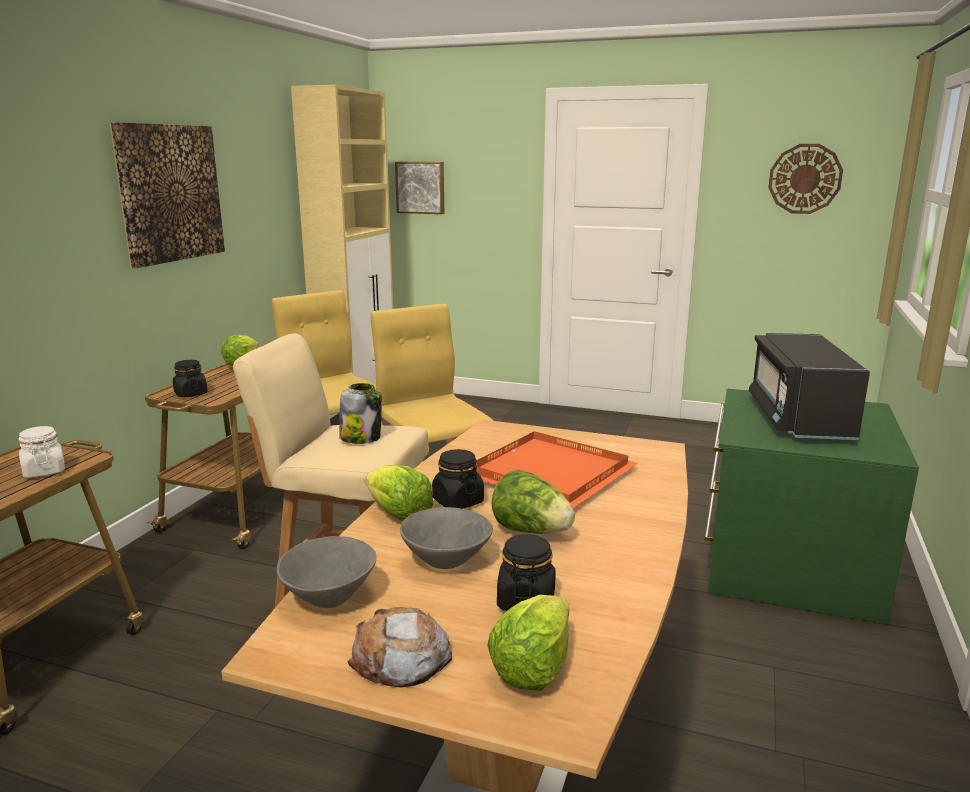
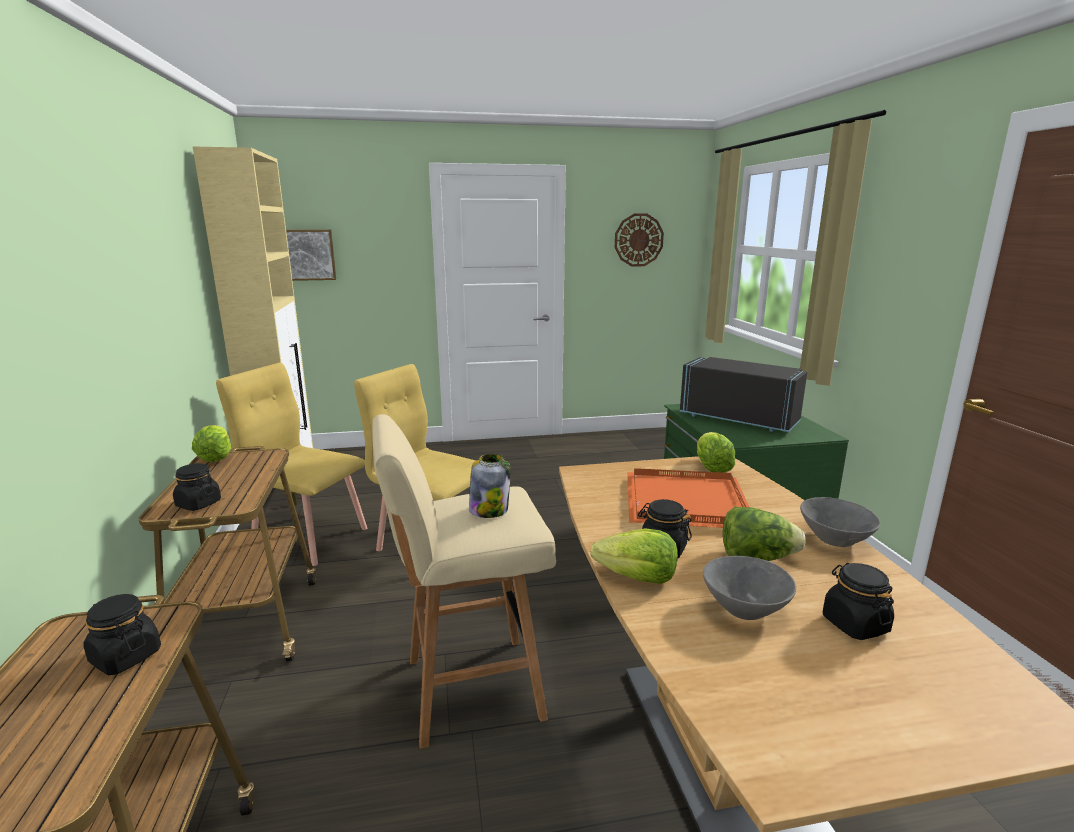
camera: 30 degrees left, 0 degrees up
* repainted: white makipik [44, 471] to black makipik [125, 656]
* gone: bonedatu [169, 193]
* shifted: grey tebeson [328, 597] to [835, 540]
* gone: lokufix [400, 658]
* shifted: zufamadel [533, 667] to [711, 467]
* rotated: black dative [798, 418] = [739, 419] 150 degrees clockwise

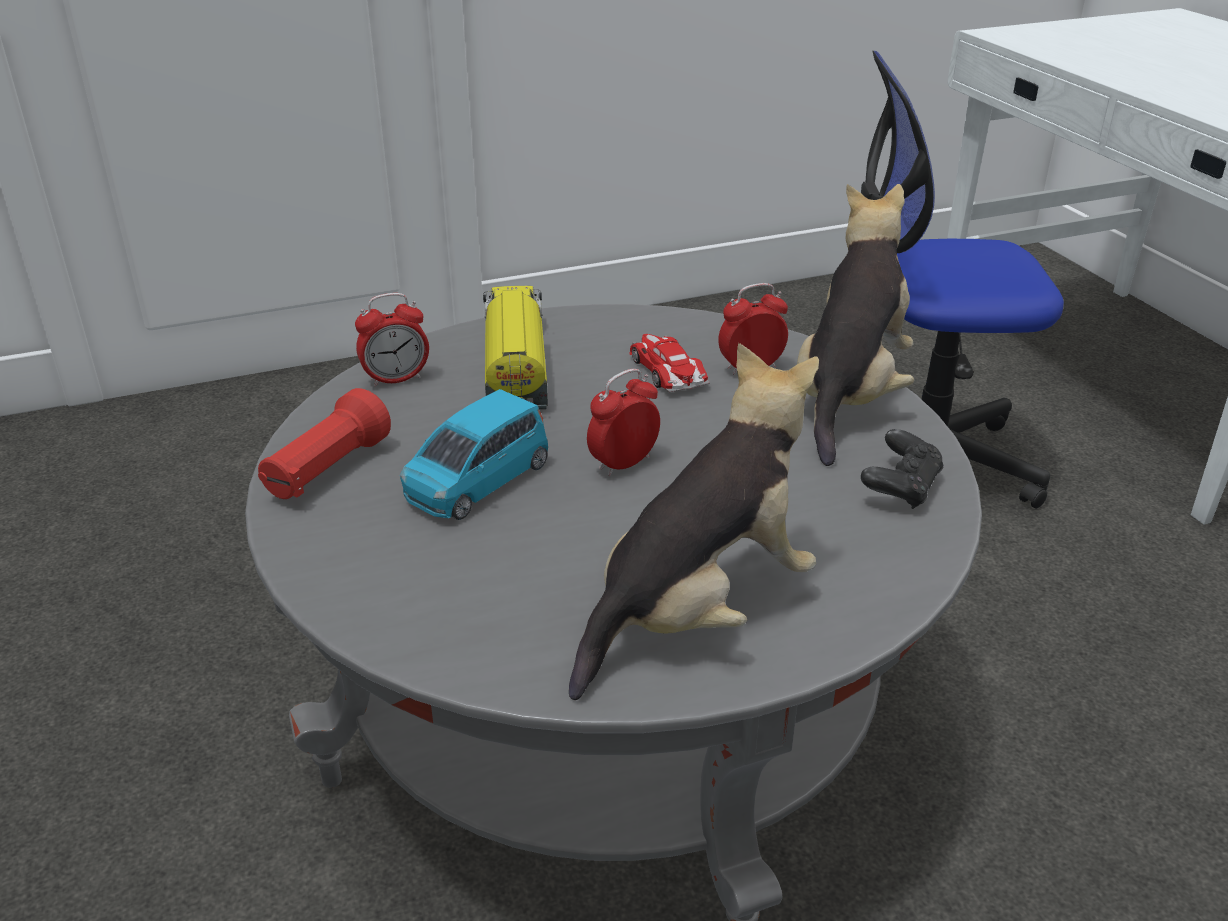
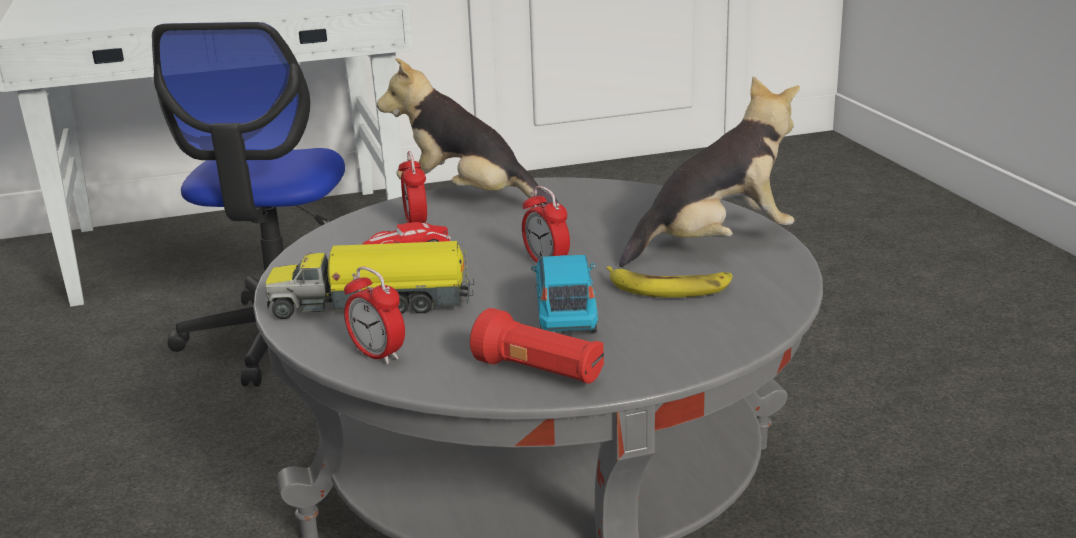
camera: 85 degrees left, 10 degrees down
* rotated: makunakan [396, 379] = [377, 355] 150 degrees clockwise
* rotated: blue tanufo [477, 482] = [565, 311] 135 degrees counterclockwise
* rotated: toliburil [699, 610] = [715, 245] 105 degrees clockwise
* gone: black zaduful [900, 487]
* new: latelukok [669, 288]

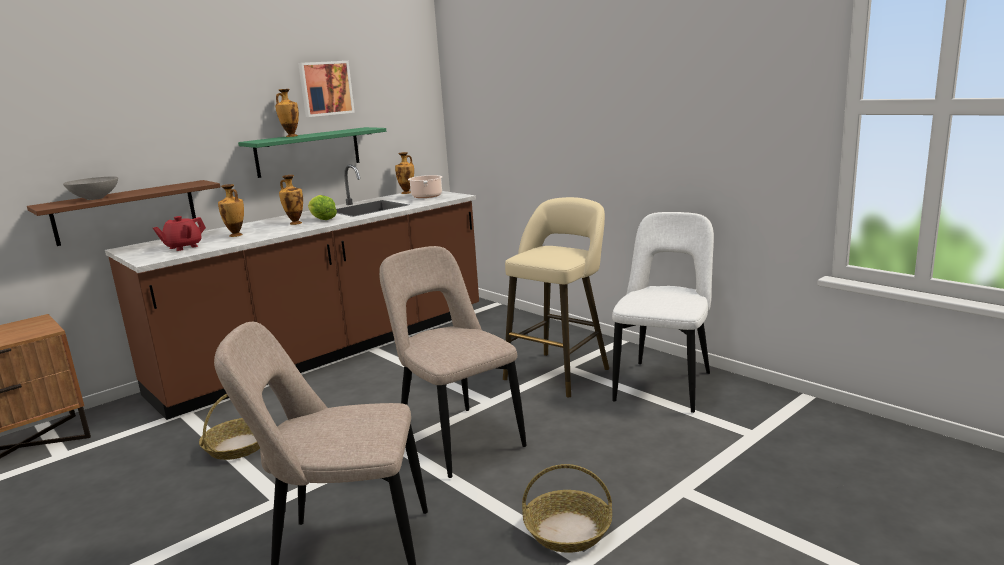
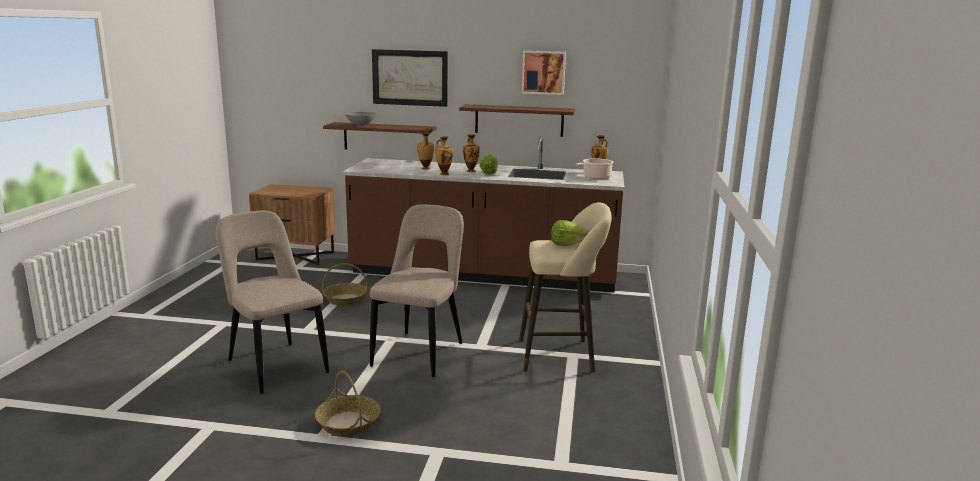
camera: 50 degrees right, 0 degrees up
* gone: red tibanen [183, 247]
* repainted: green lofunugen [308, 152] to brown lofunugen [519, 120]
* shifted: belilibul [291, 136] to [444, 174]
* gone: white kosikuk [665, 384]
* new: bonedatu [410, 77]
* new: zufamadel [567, 244]

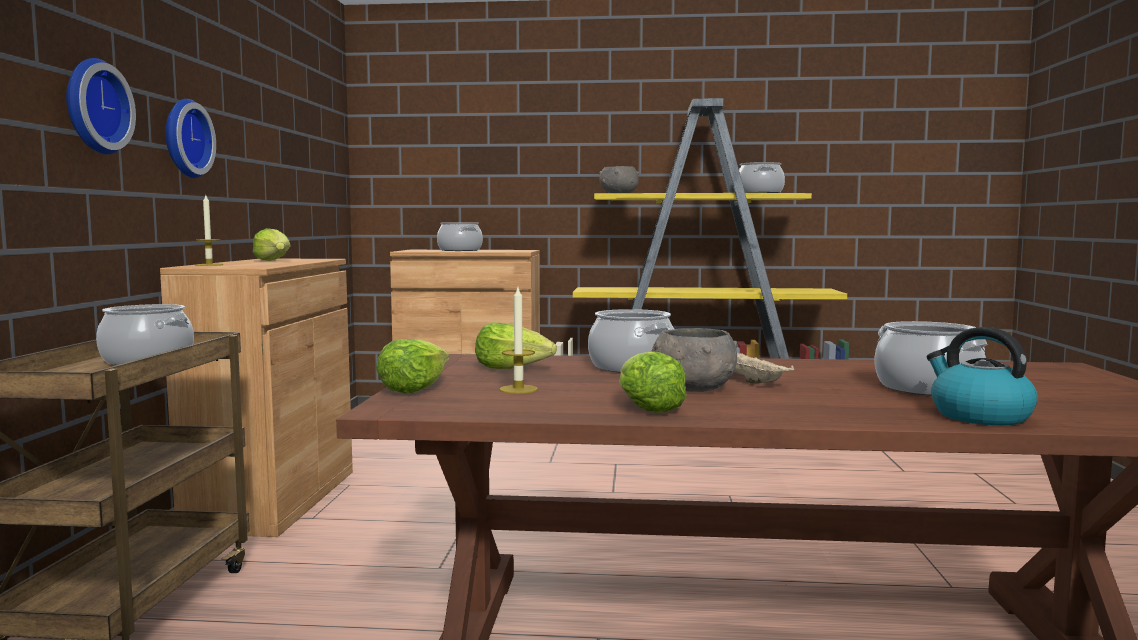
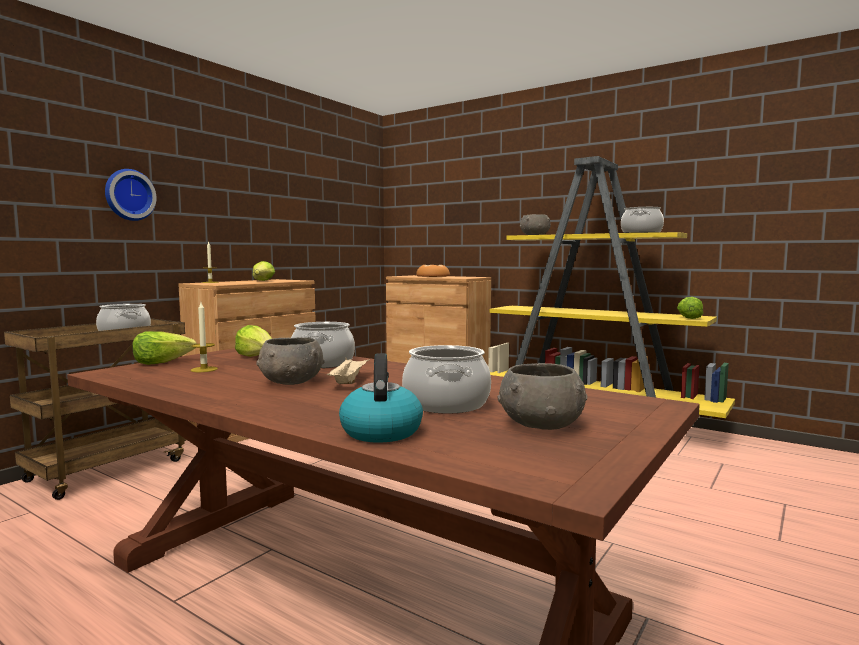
camera: 30 degrees right, 0 degrees up
* gone: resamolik [184, 138]
* swapped: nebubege [460, 250] to lokufix [433, 276]
* shifted: zufamadel [647, 407] to [688, 318]
* new: grey tebeson [541, 424]

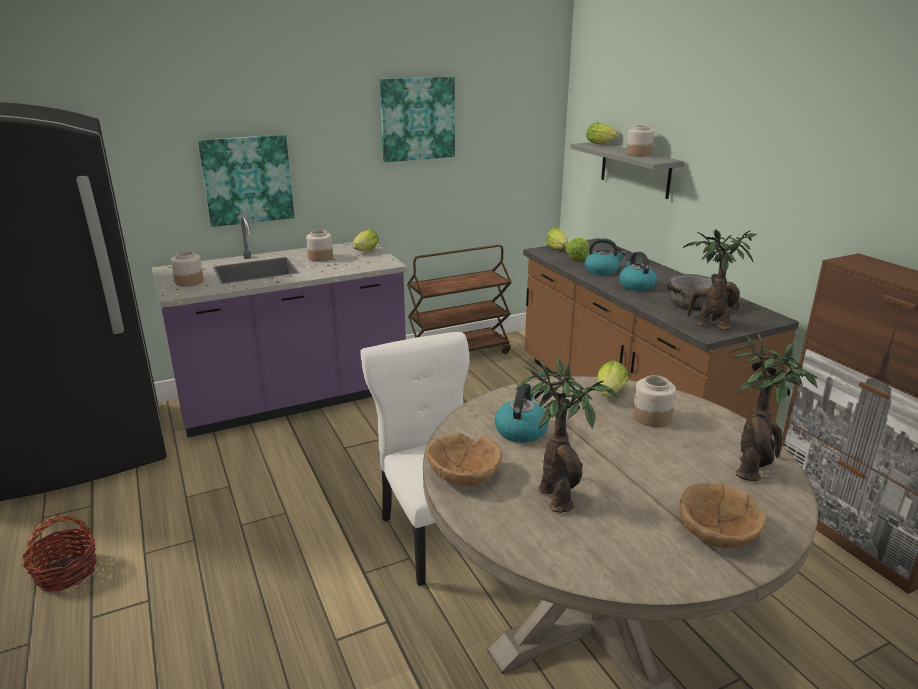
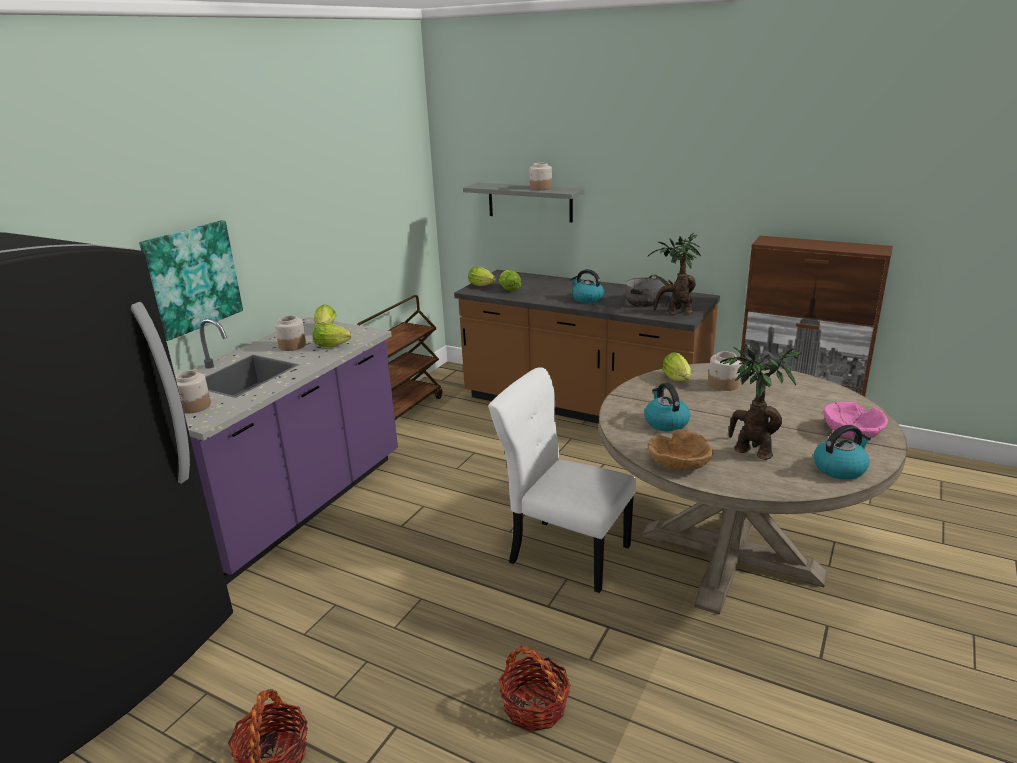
camera: 35 degrees left, 0 degrees up
* gone: bonedatu [417, 119]
* shifted: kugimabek [602, 270] to [840, 468]
* shifted: zufamadel [602, 144] to [334, 346]
* repainted: brown tebeson [717, 531] to pink tebeson [851, 432]
* gone: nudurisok [754, 468]
* new: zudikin [534, 706]

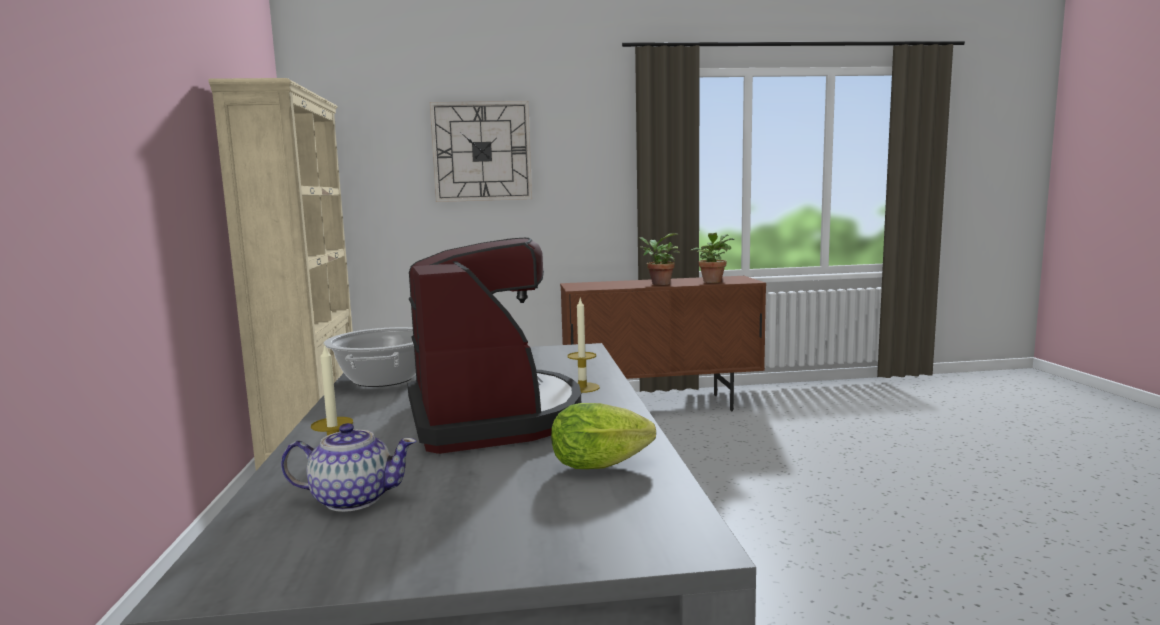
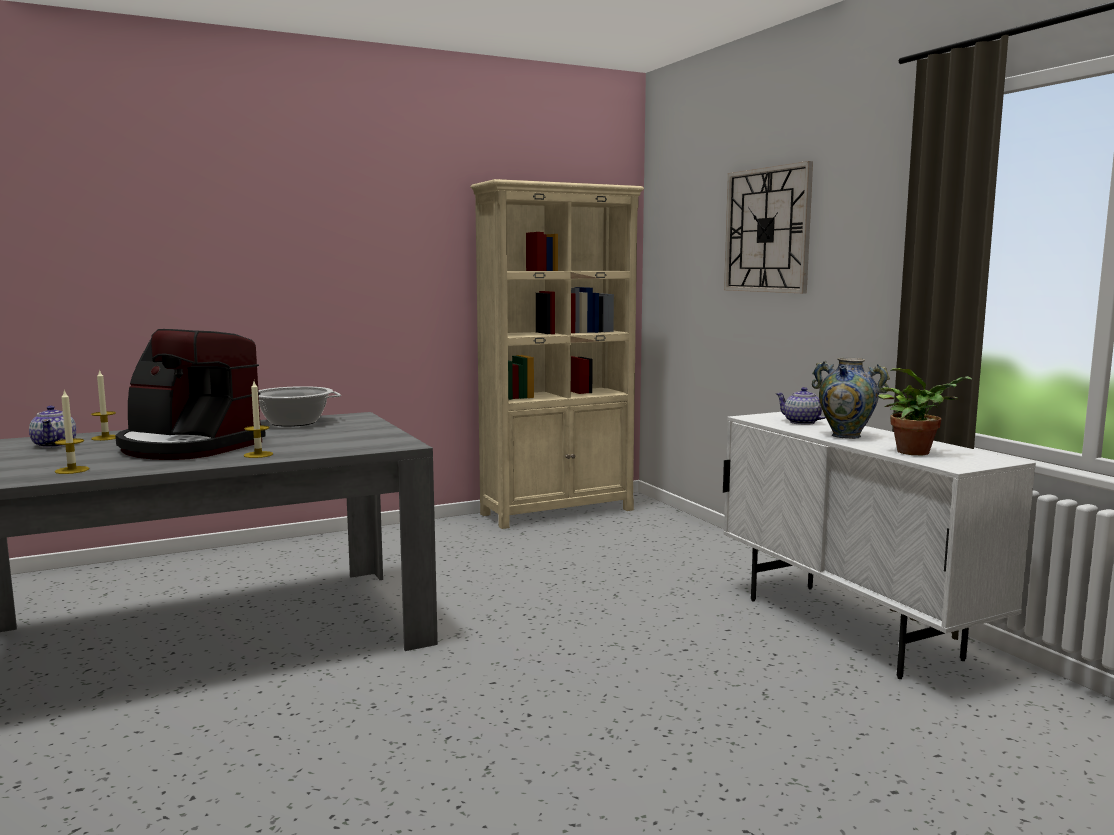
camera: 70 degrees right, 0 degrees up
* rotated: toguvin [492, 416] = [188, 447] 60 degrees clockwise
* swapped: zufamadel [605, 465] to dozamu [72, 470]
* repainted: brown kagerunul [661, 407] to white kagerunul [850, 628]
* swapped: nudurisok [658, 283] to belilibul [846, 436]
* new: tibanen [802, 422]

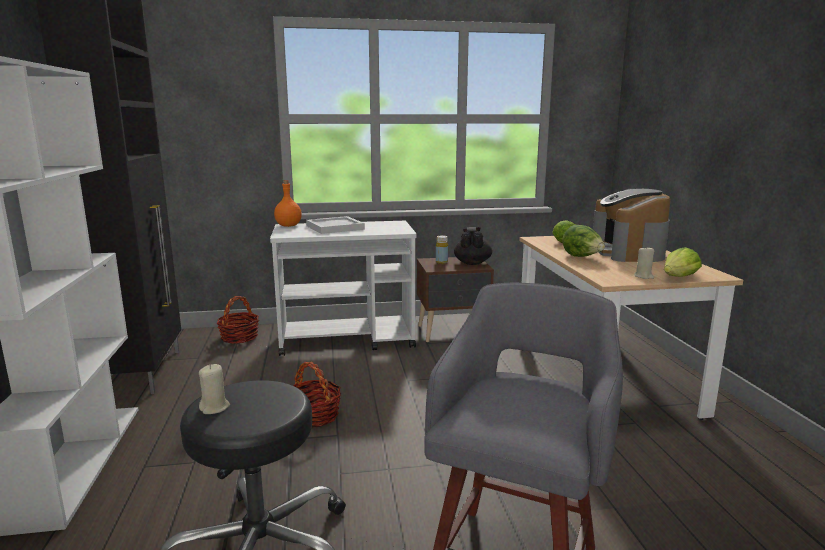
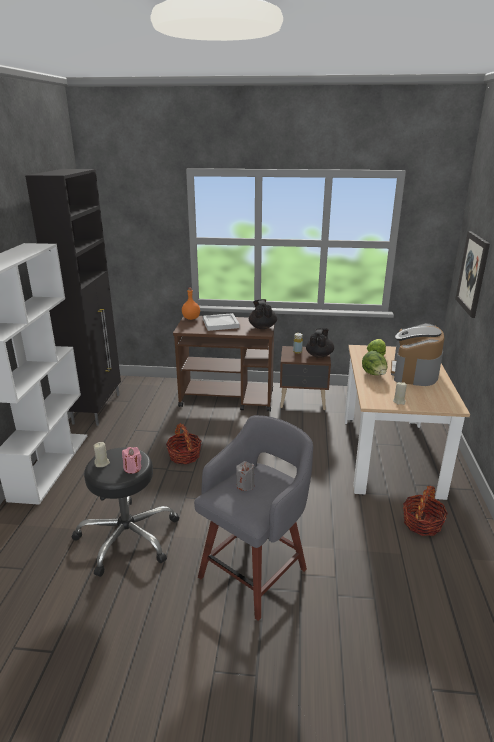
camera: 15 degrees right, 10 degrees up
* shifted: zudikin [239, 337] to [422, 523]
* repainted: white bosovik [348, 339] to brown bosovik [228, 398]
* gone: zufamadel [679, 278]
* new: pink dozamu [132, 468]
* new: grey dozamu [245, 485]
* new: black tibanen [262, 327]
* new: bonedatu [472, 273]

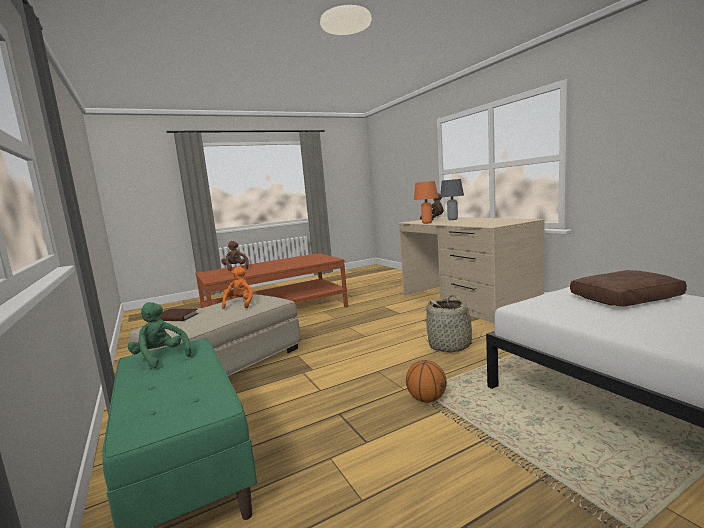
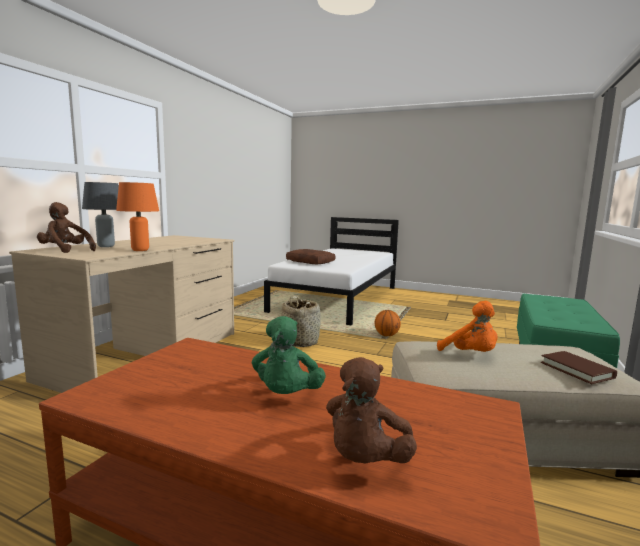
camera: 130 degrees left, 0 degrees up
* shifted: green toliburil [161, 358] to [286, 395]
* rotated: orange toliburil [240, 304] = [471, 354] 90 degrees counterclockwise

